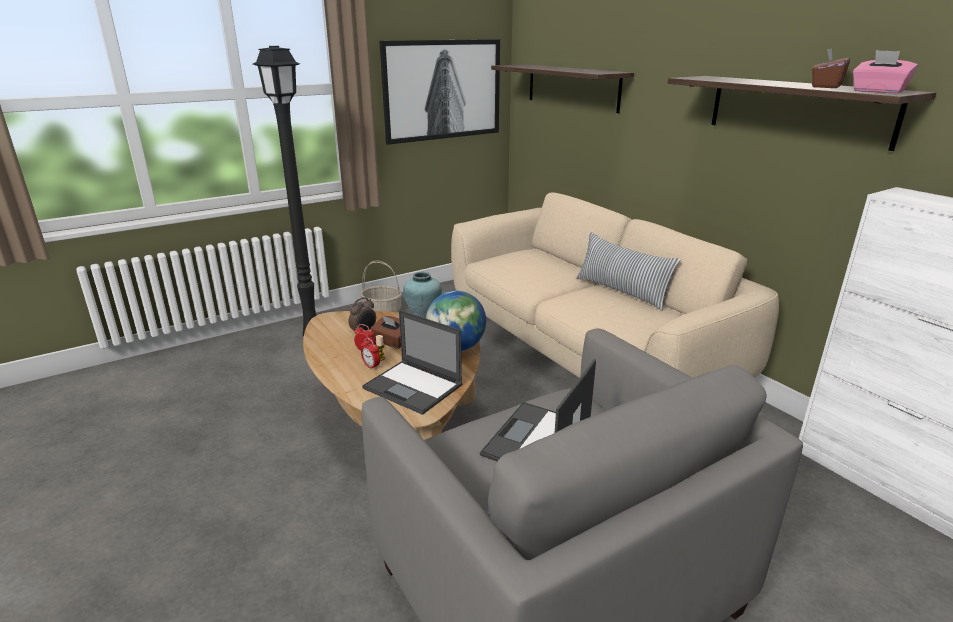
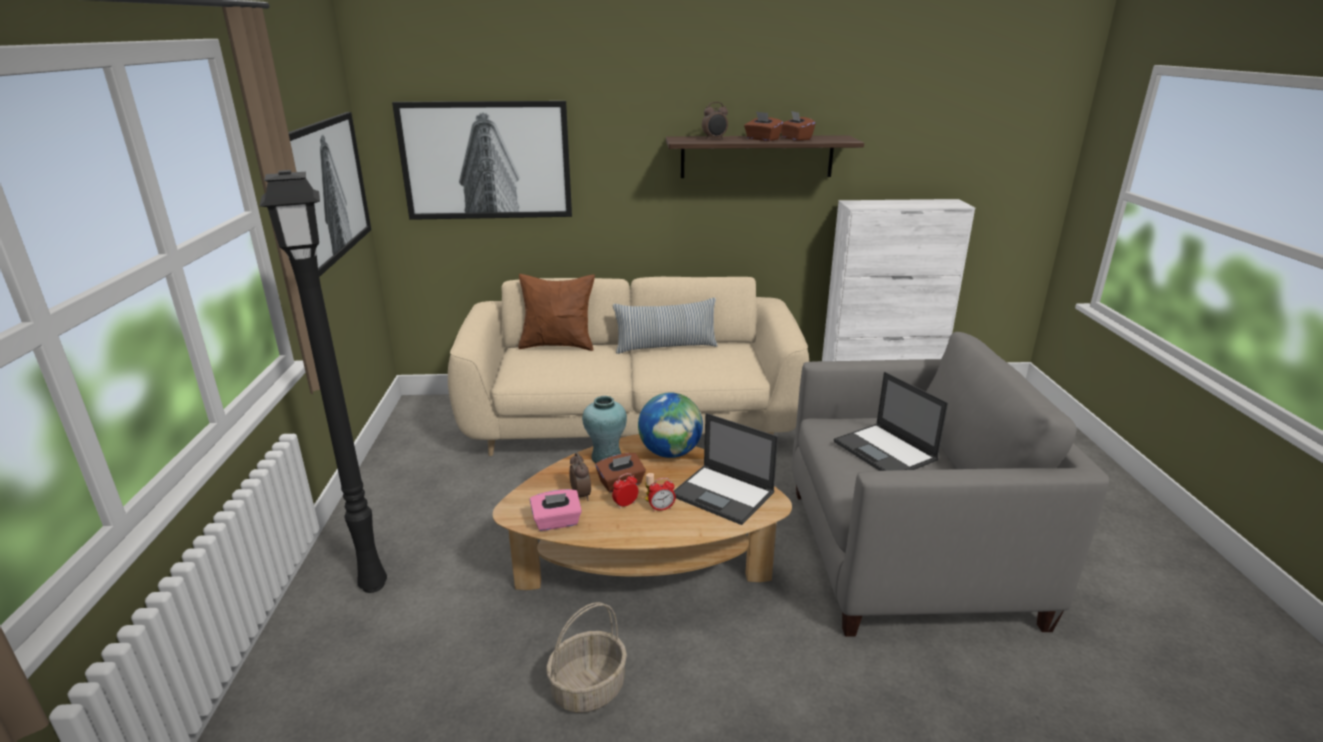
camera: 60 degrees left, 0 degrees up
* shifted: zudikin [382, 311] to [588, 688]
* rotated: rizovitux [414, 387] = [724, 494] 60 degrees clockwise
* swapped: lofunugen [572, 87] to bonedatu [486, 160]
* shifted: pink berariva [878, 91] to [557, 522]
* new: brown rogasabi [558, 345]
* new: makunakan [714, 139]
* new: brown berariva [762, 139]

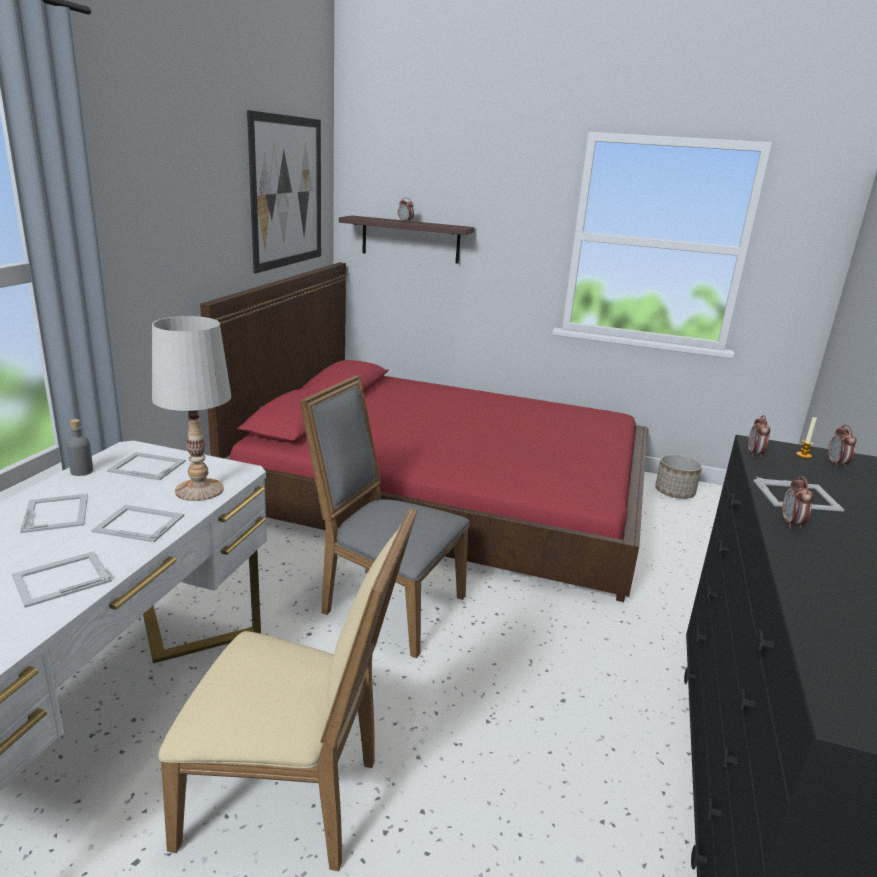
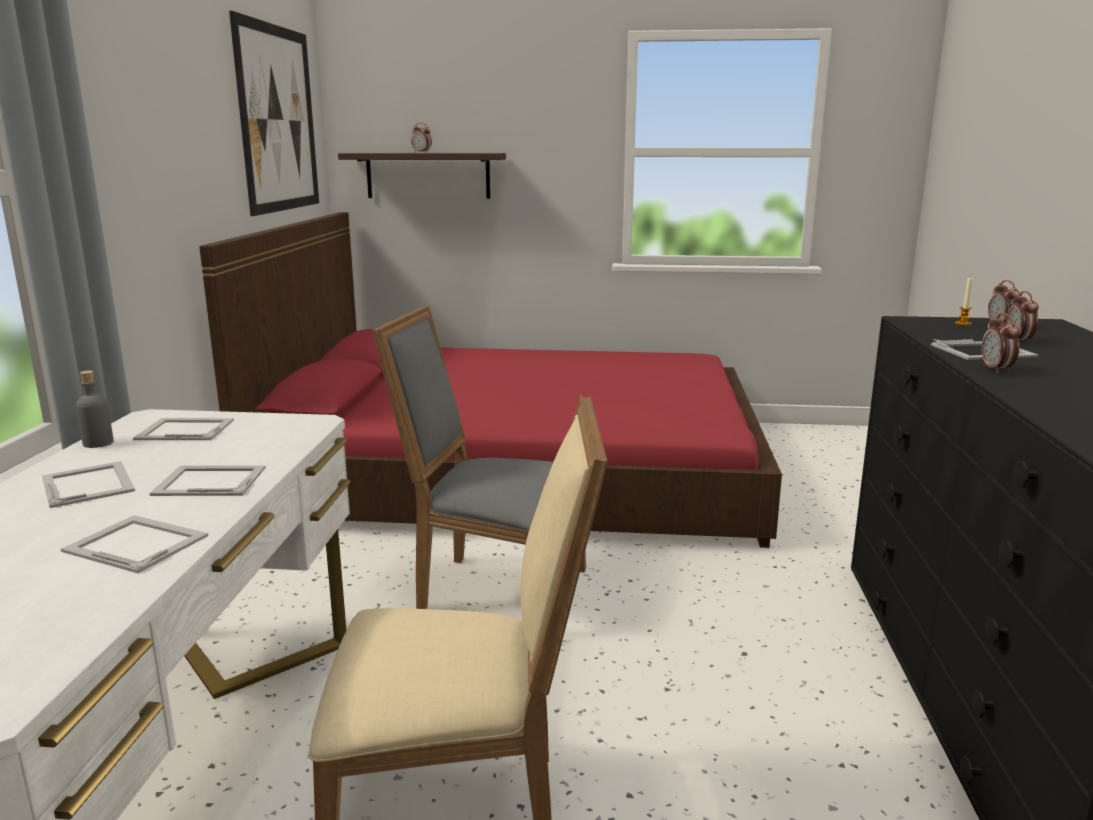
camera: 10 degrees left, 5 degrees down
* rotated: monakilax [60, 578] = [136, 543] 75 degrees clockwise
* gone: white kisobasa [199, 490]
* gone: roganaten [674, 492]
* shifted: makunakan [754, 454] to [1018, 341]

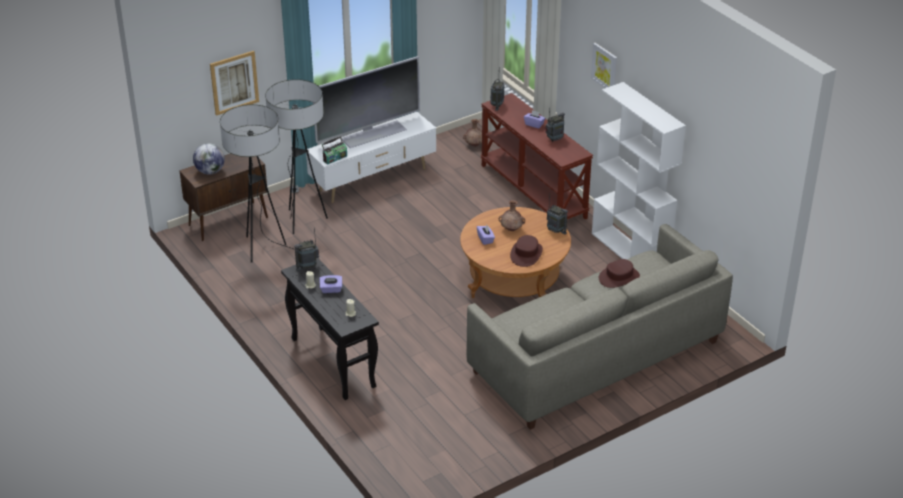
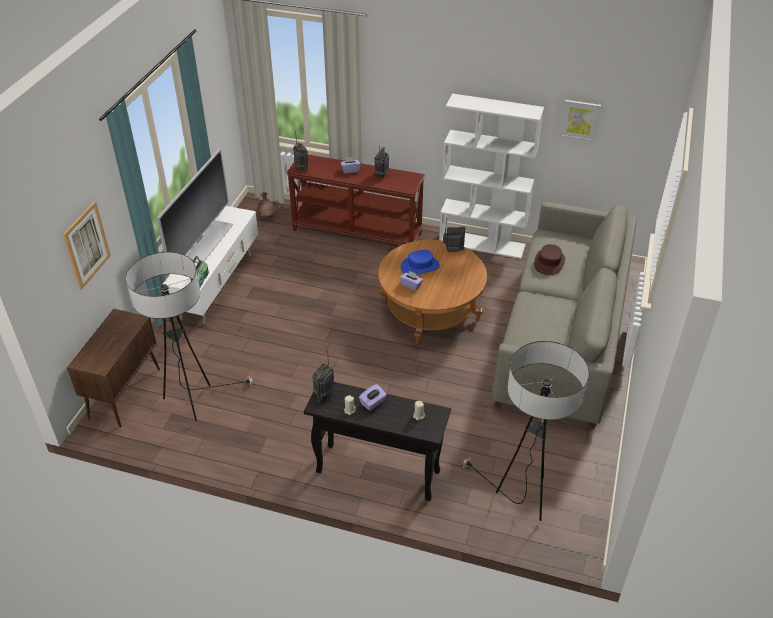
camera: 40 degrees left, 5 degrees up
* gone: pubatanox [210, 171]
* shifted: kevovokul [303, 222] to [522, 497]
* swapped: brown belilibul [511, 229] to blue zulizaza [420, 266]
* gone: brown zulizaza [526, 254]
* shifted: bonedatu [604, 67] to [580, 120]

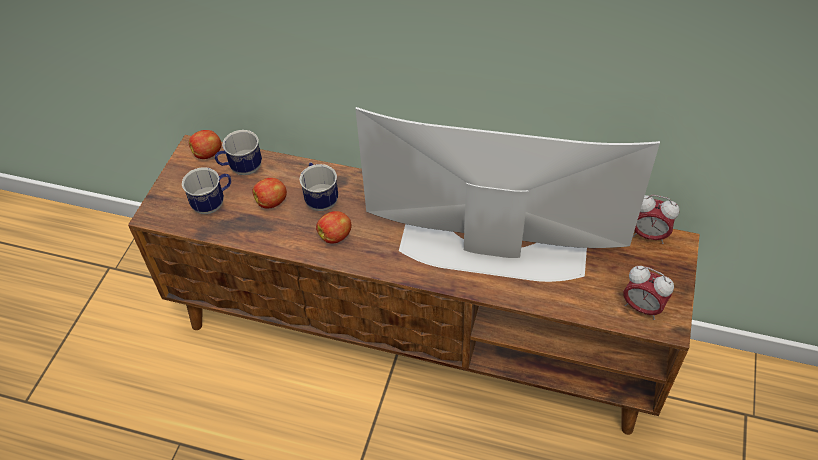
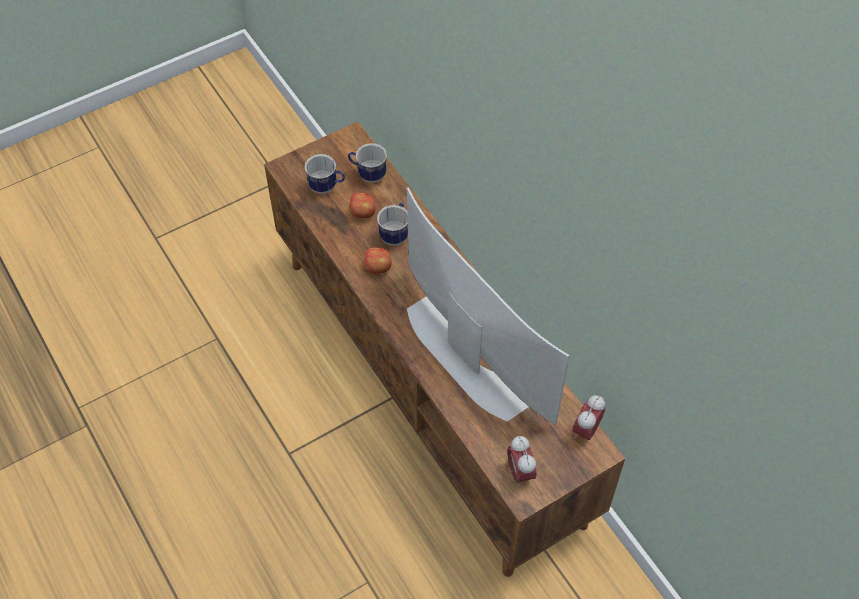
camera: 40 degrees right, 5 degrees up
* gone: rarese [208, 154]
* rotated: makunakan [648, 235] = [586, 430] 60 degrees clockwise

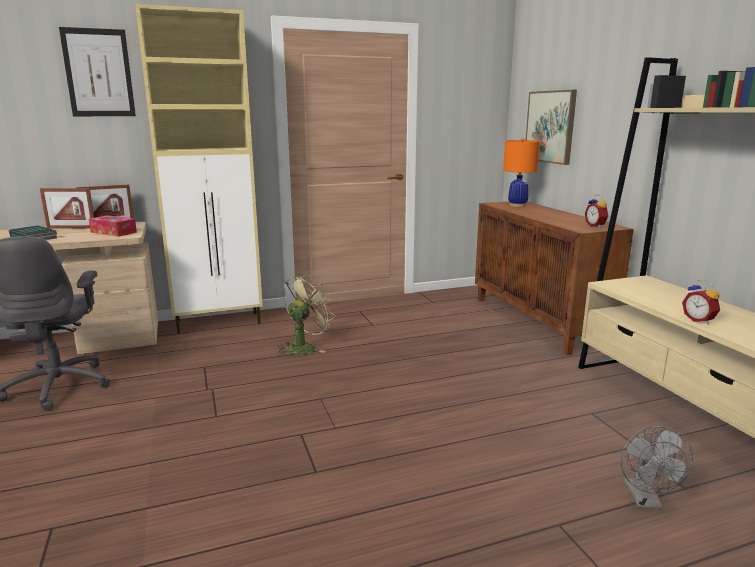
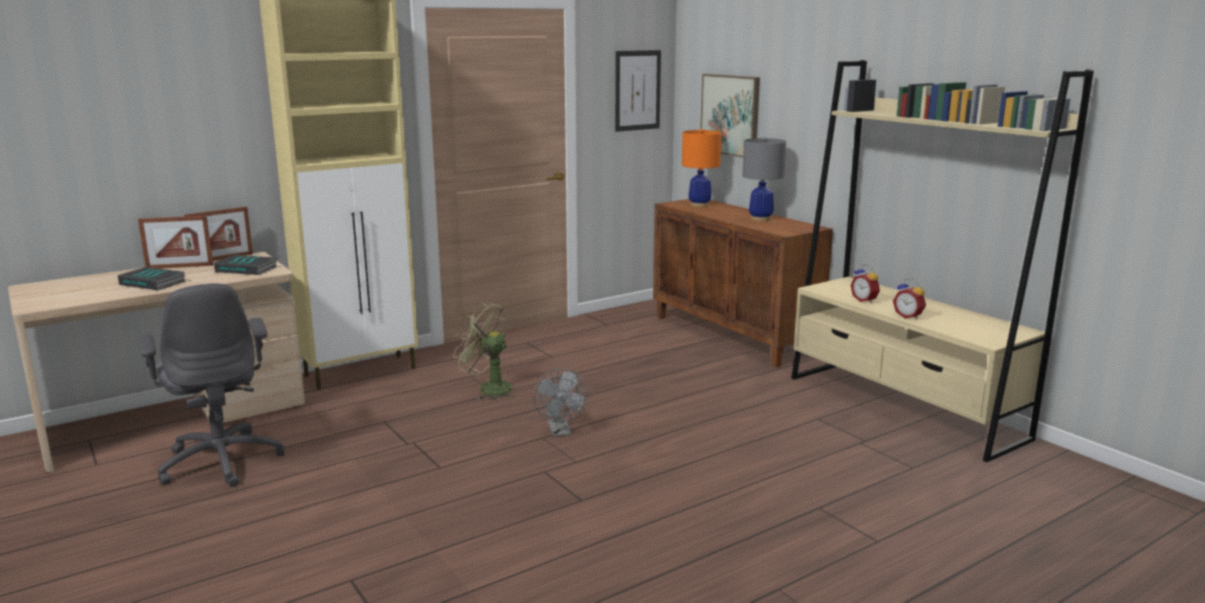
camera: 15 degrees left, 0 degrees up
* shifted: bonedatu [98, 73] to [637, 90]
* swapped: berariva [113, 232] to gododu [247, 269]
* rotated: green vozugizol [304, 347] = [488, 388] 90 degrees counterclockwise
* shifted: makunakan [596, 226] to [865, 300]
* shifted: grey vozugizol [645, 500] to [561, 432]
* new: grey kisobasa [760, 219]

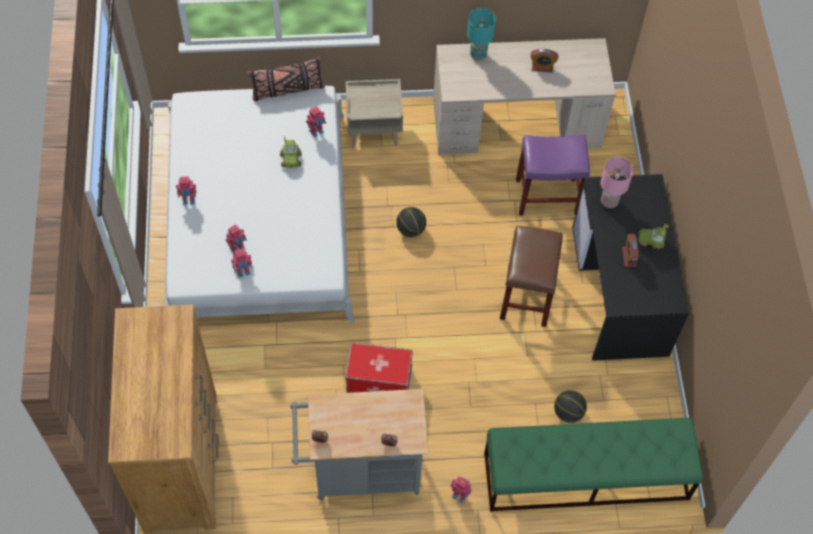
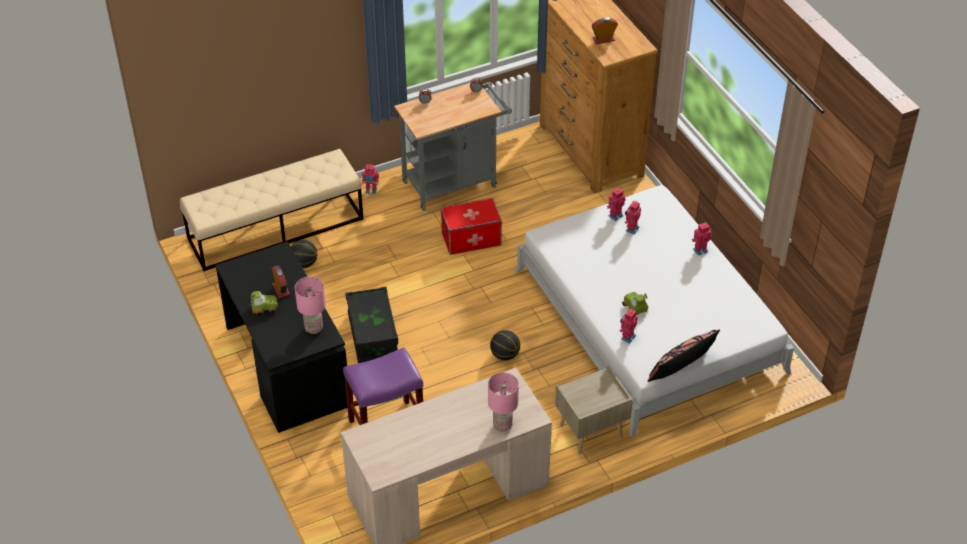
camera: 160 degrees right, 15 degrees down
* repainted: turquoise kisobasa [478, 55] to pink kisobasa [502, 425]
* repainted: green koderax [585, 476] to beige koderax [276, 228]
* swapped: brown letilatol [526, 295] to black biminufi [373, 336]
* shifted: makunakan [542, 67] to [603, 39]

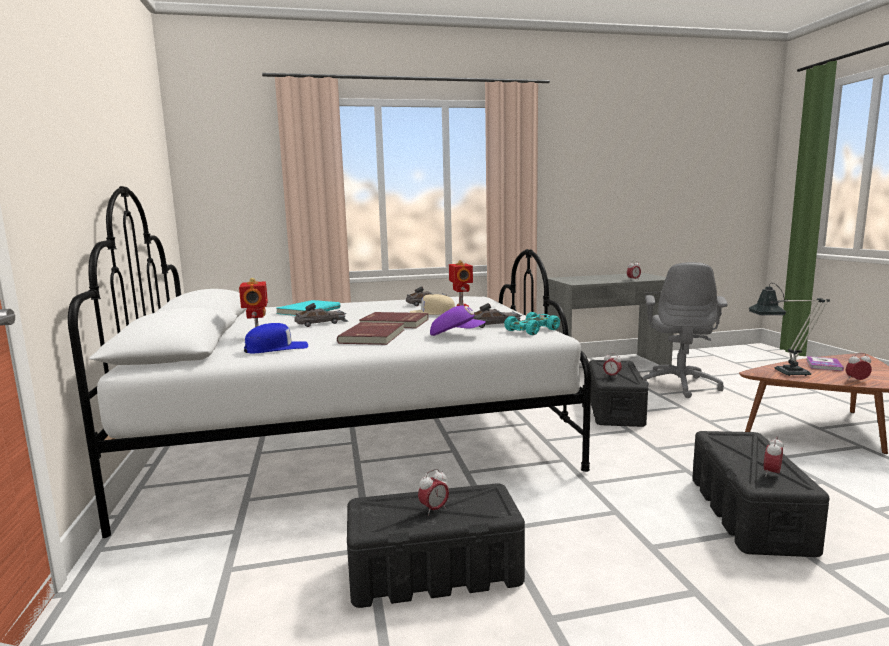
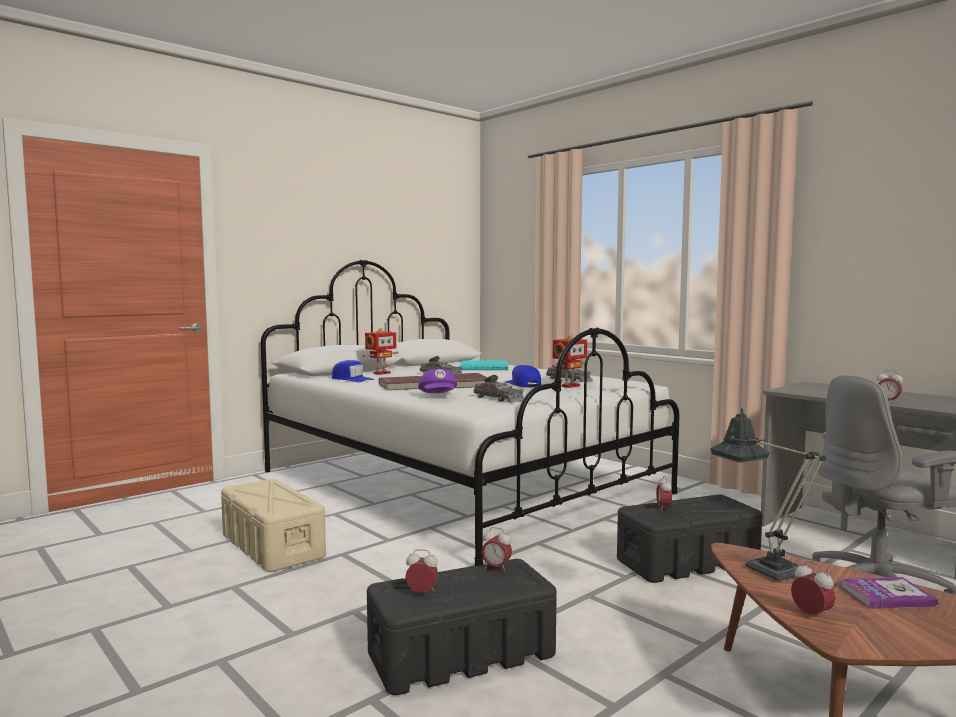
camera: 60 degrees right, 5 degrees down
* repainted: black biminufi [436, 572] to beige biminufi [272, 546]
* repainted: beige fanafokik [432, 313] to blue fanafokik [523, 384]
* shifted: makunakan [434, 510] to [496, 568]
* gone: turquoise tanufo [532, 330]

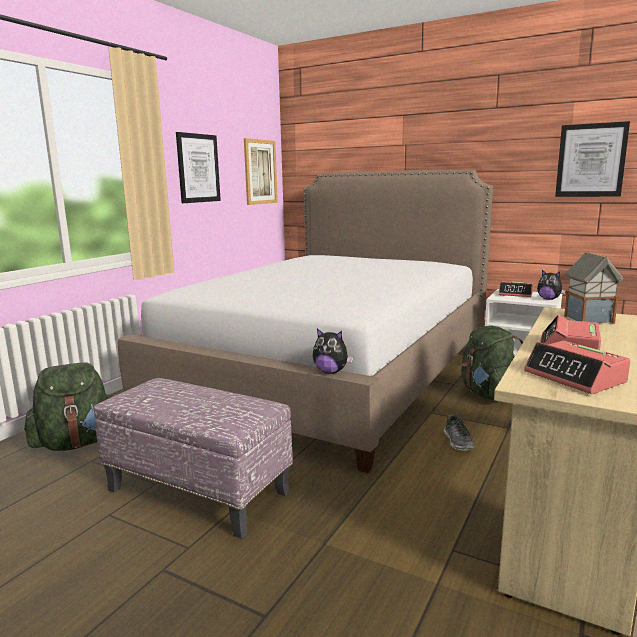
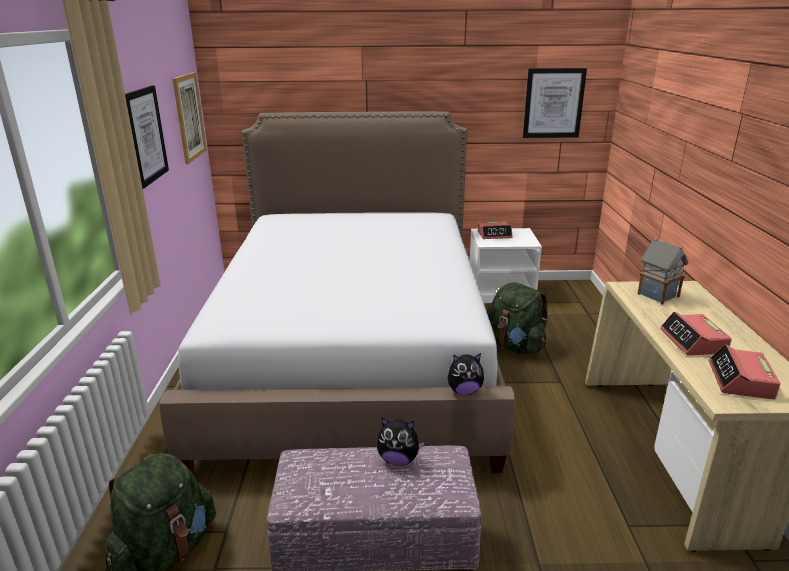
camera: 30 degrees left, 10 degrees up
* gone: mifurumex [458, 441]
* rotated: makunakan [575, 377] = [740, 381] 75 degrees clockwise
* shifted: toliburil [549, 299] to [398, 460]

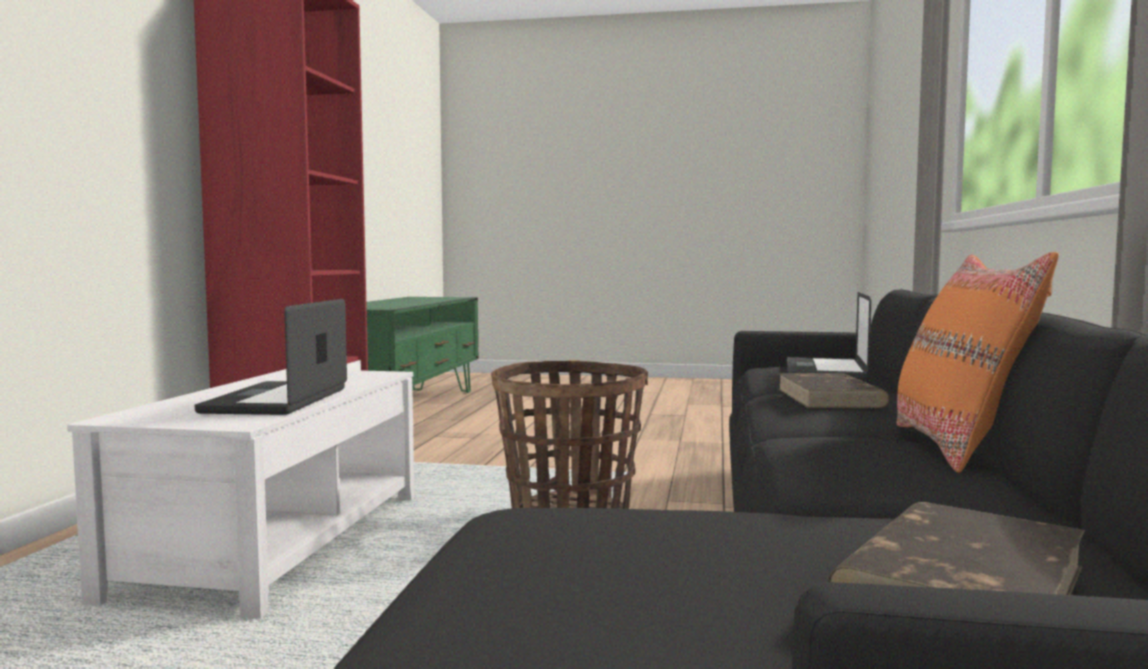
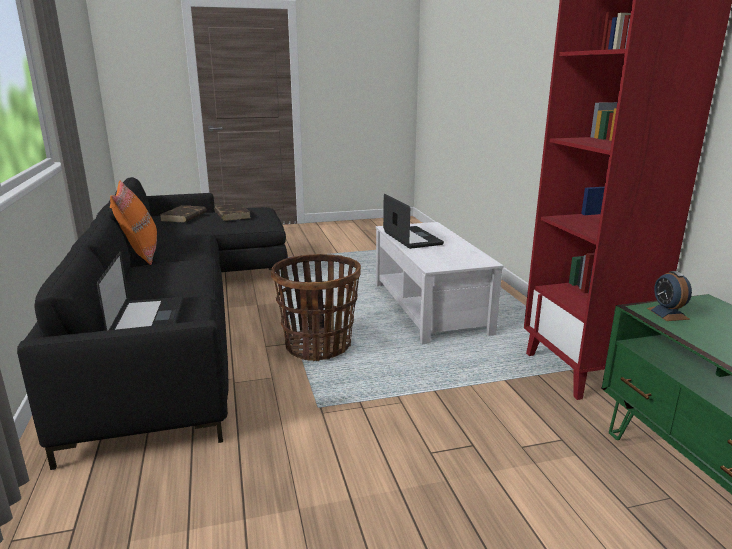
camera: 155 degrees right, 15 degrees up
* shifted: brown gododu [830, 398] to [232, 214]
* new: makunakan [667, 313]

